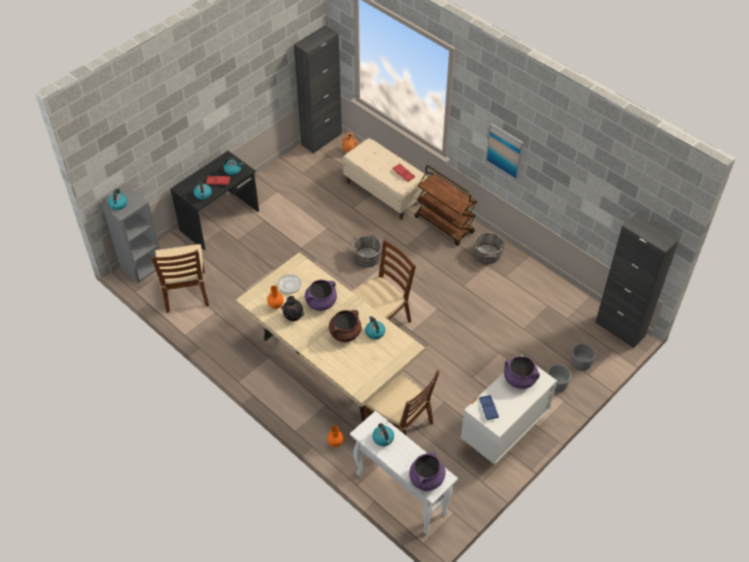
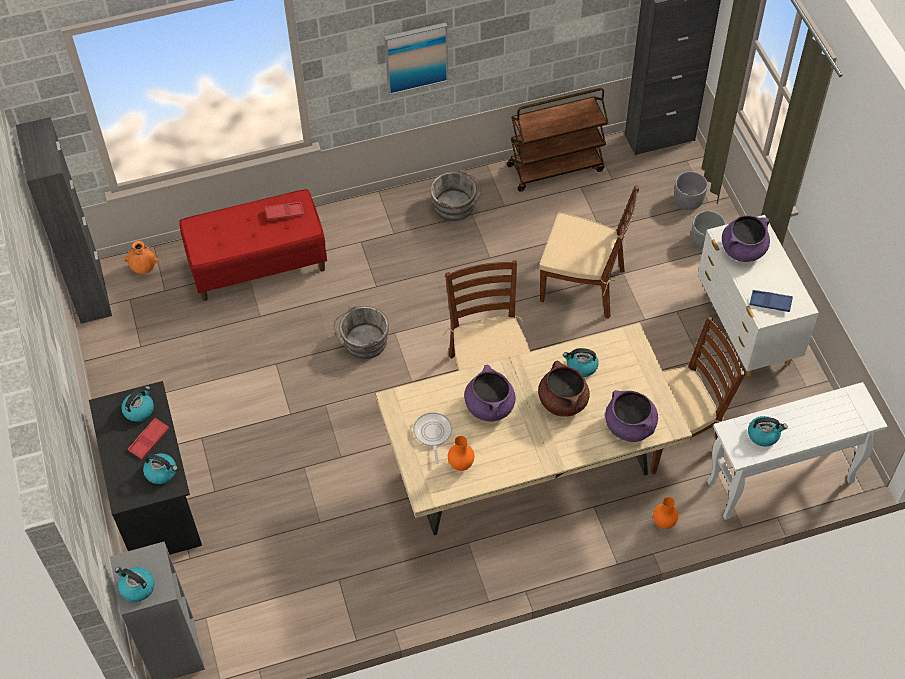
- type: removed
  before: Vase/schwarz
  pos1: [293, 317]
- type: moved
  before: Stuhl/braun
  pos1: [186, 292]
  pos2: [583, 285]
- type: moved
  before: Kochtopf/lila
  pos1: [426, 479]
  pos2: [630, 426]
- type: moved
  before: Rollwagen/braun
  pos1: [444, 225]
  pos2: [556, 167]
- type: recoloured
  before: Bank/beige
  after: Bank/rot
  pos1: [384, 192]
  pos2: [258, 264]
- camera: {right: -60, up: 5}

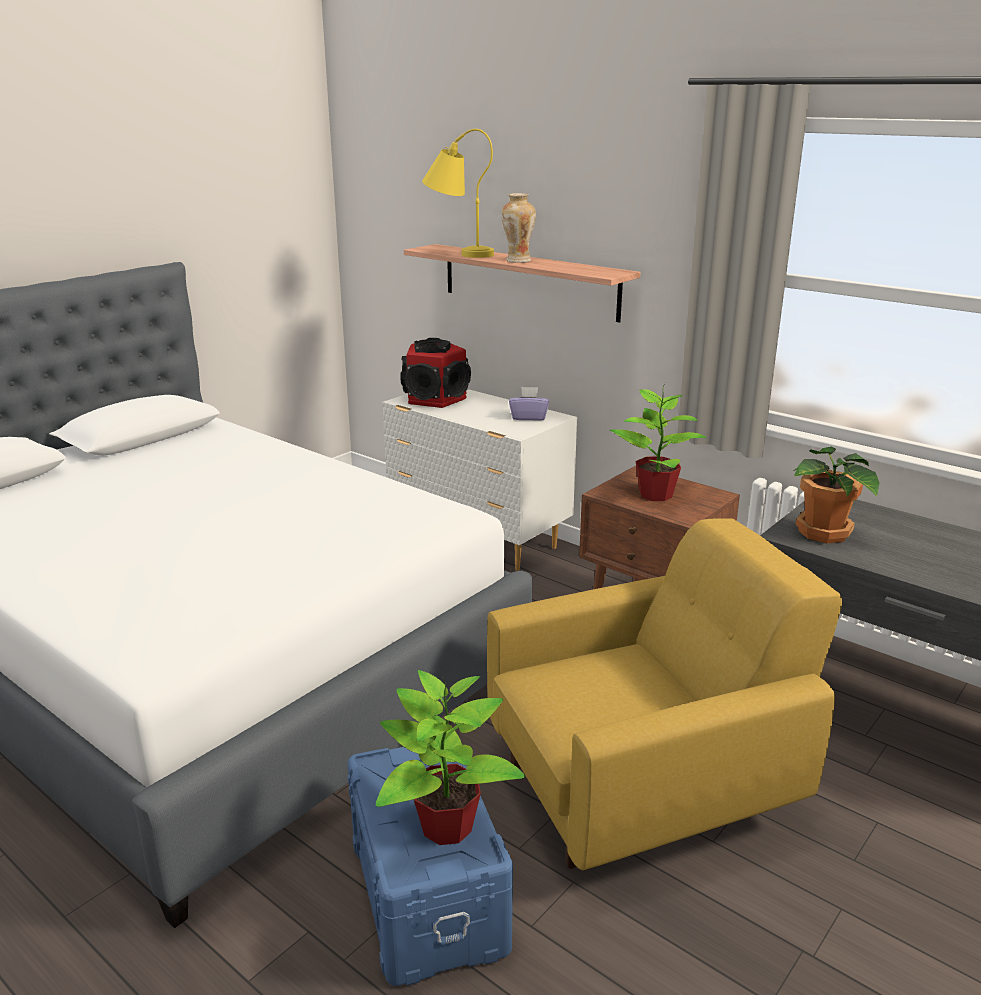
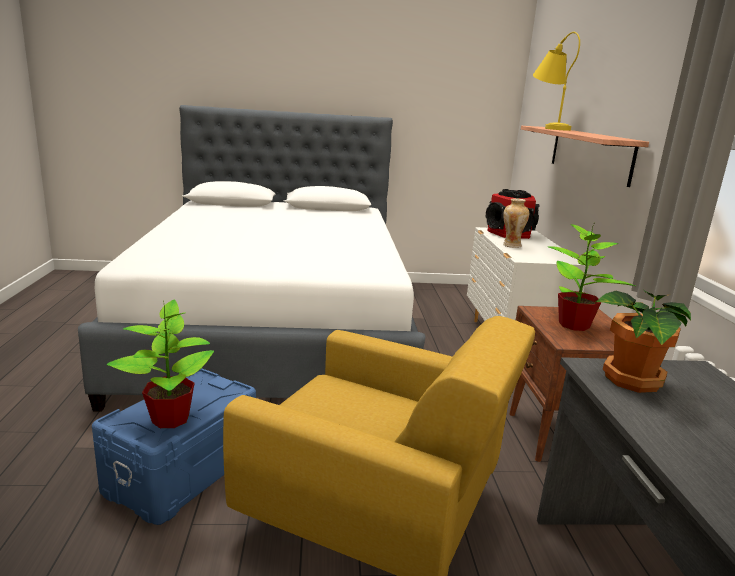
- type: removed
  before: Taschentuchbox/lila
  pos1: [528, 417]
- type: moved
  before: Vase
  pos1: [517, 261]
  pos2: [511, 245]
- camera: {right: 45, up: -5}

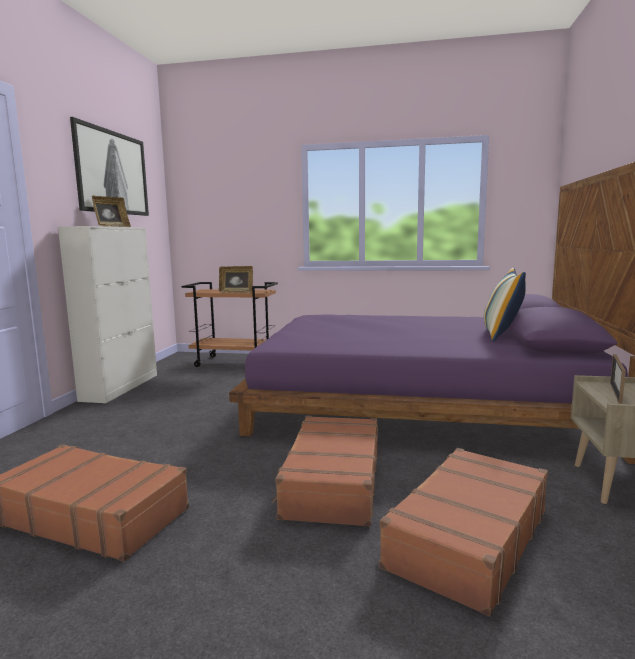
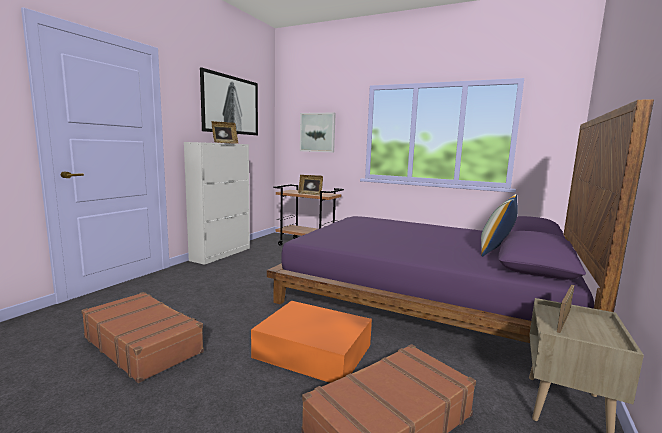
- type: added
  after: Bild
  pos2: [317, 132]
- type: replaced
  before: Koffer/braun
  after: Aufbewahrungsbox/orange
  pos1: [332, 482]
  pos2: [314, 352]
- camera: {right: 15, up: 0}

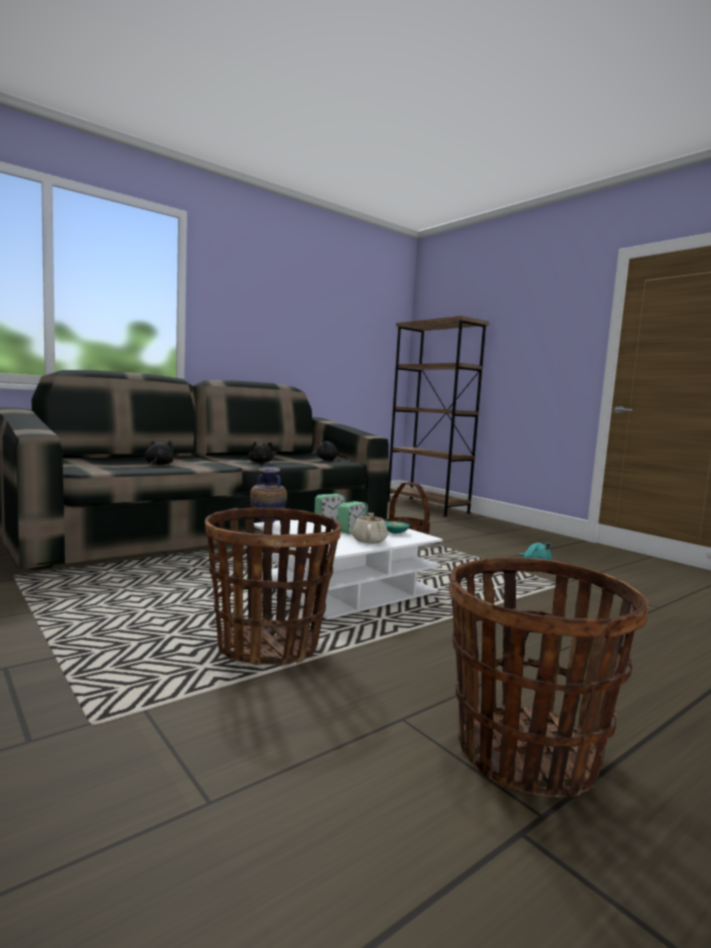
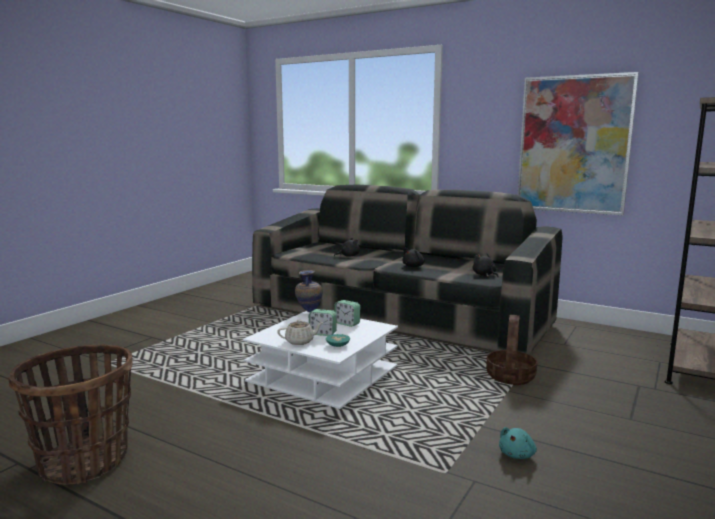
- type: removed
  before: Korb
  pos1: [269, 646]
- type: added
  after: Bild
  pos2: [573, 145]
- camera: {right: 70, up: 5}

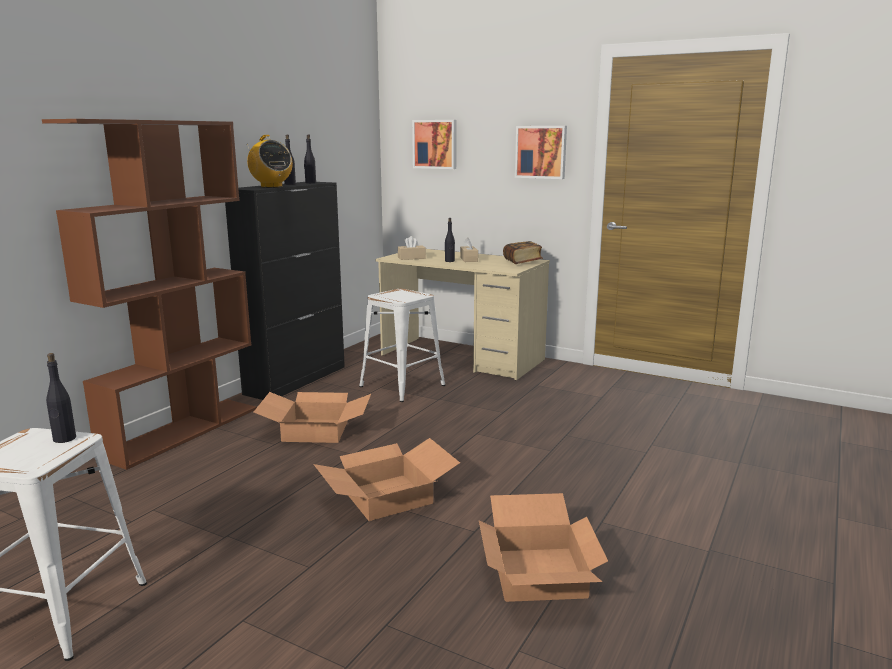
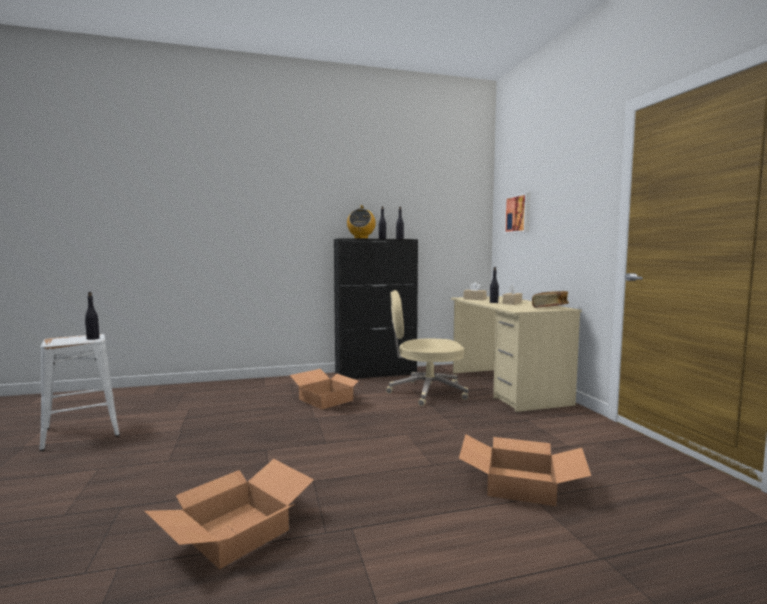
- type: removed
  before: Bücherregal/braun
  pos1: [182, 431]
- type: removed
  before: Bild
  pos1: [541, 152]
- type: moved
  before: Karton
  pos1: [387, 498]
  pos2: [519, 485]
- type: replaced
  before: Hocker/weiß
  after: Bürostuhl/beige
  pos1: [401, 386]
  pos2: [426, 392]
- camera: {right: 45, up: -10}

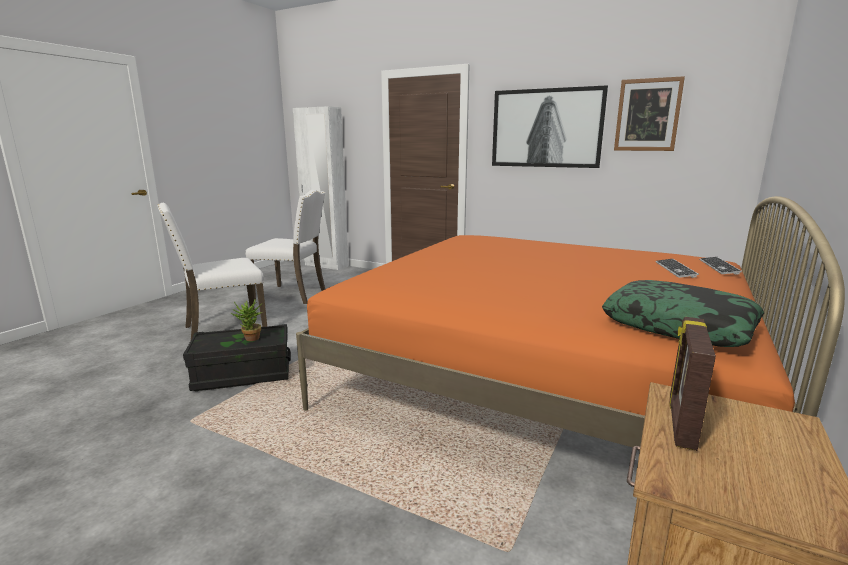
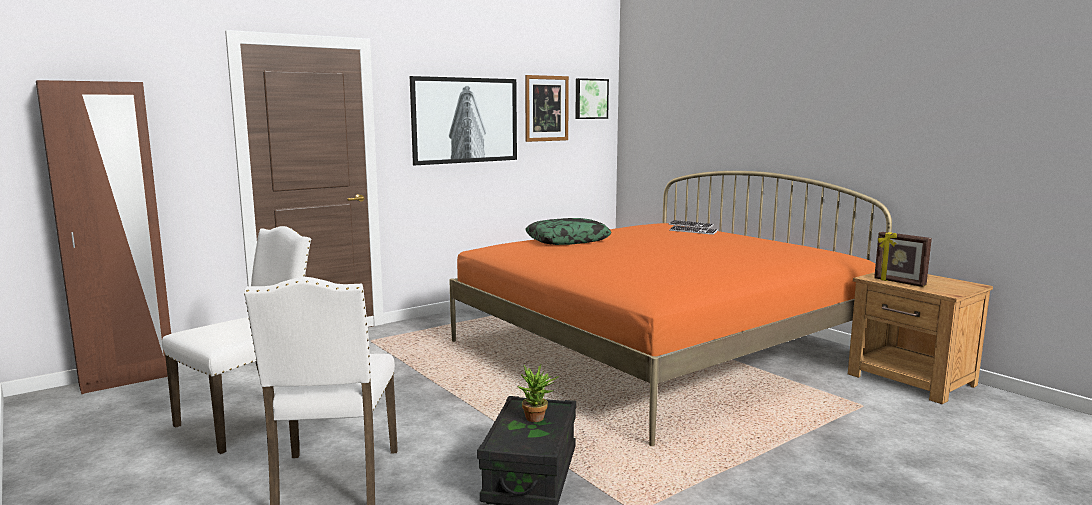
- type: added
  after: Bild
  pos2: [590, 99]
- type: moved
  before: Kissen
  pos1: [679, 325]
  pos2: [567, 240]
- type: recoloured
  before: Kleiderschrank/weiß
  after: Kleiderschrank/braun
  pos1: [326, 265]
  pos2: [128, 379]
- camera: {right: -65, up: -5}

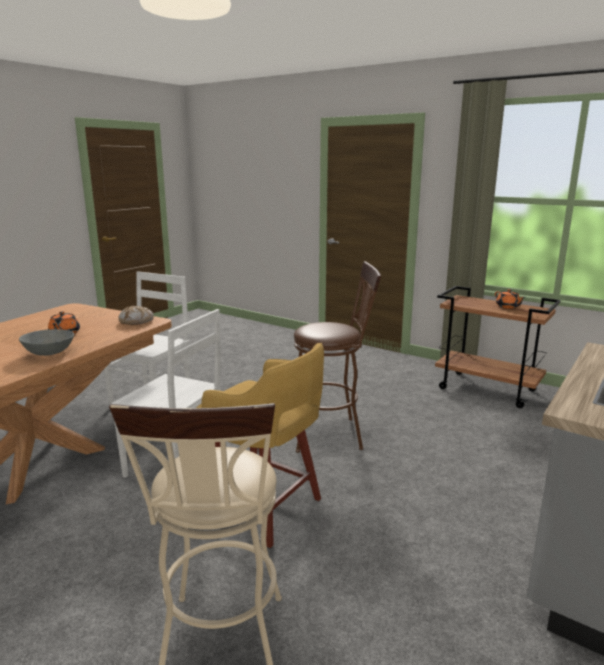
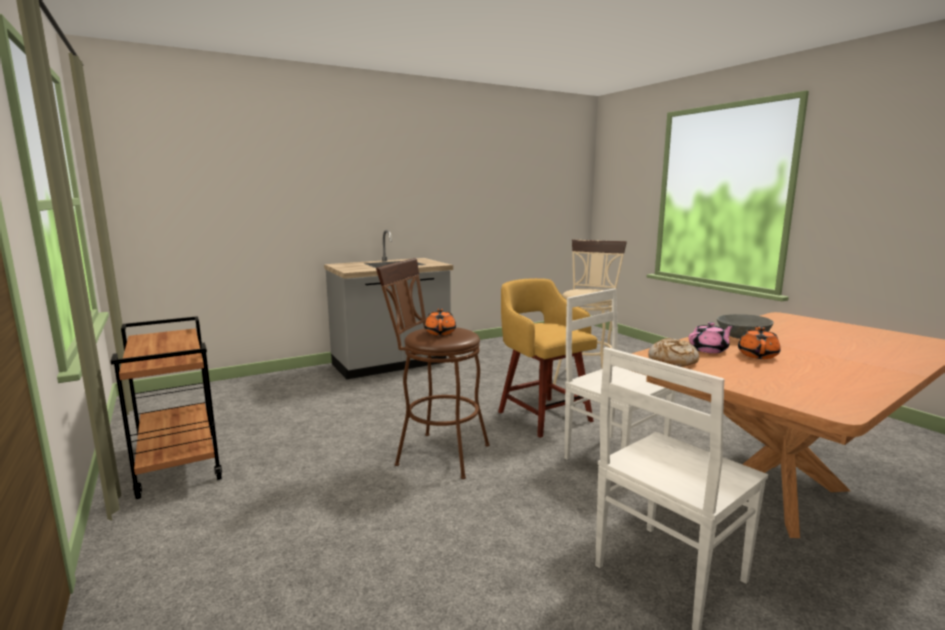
- type: added
  after: Teekanne/rosa
  pos2: [709, 350]
- type: moved
  before: Teekanne/orange
  pos1: [507, 307]
  pos2: [440, 332]
- camera: {right: -155, up: -5}

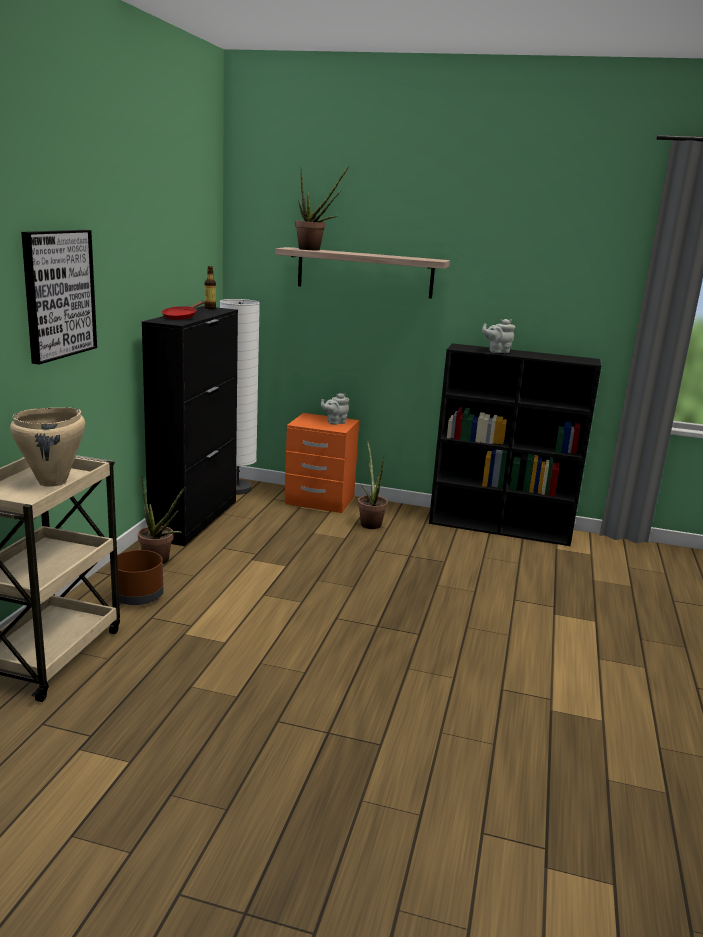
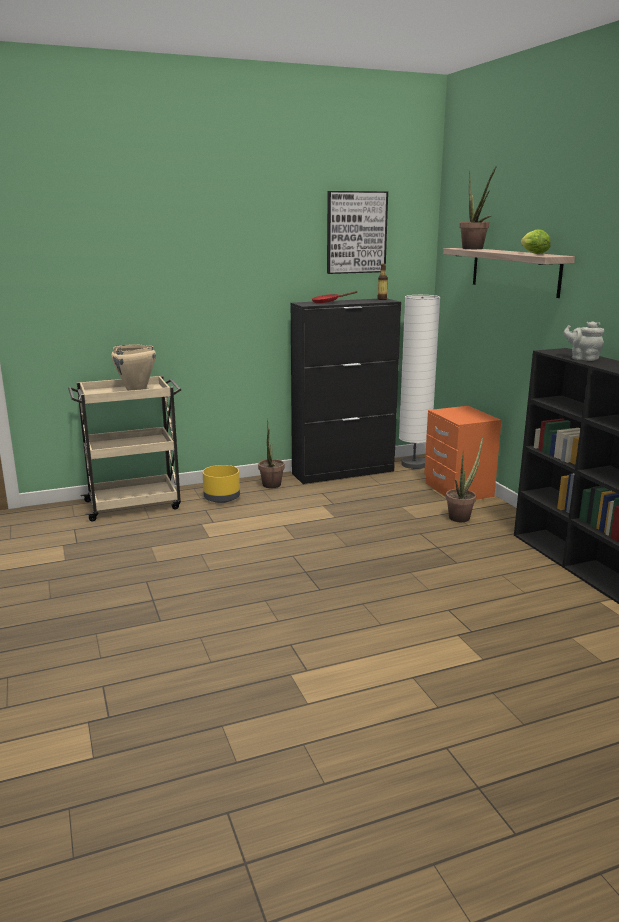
- type: removed
  before: Teekanne/grau
  pos1: [335, 422]
- type: added
  after: Salatkopf
  pos2: [532, 253]
- type: moved
  before: Bild
  pos1: [58, 294]
  pos2: [356, 232]
- type: recoloured
  before: Pflanzkübel/braun
  after: Pflanzkübel/gelb
  pos1: [138, 596]
  pos2: [222, 498]
- camera: {right: 55, up: 0}

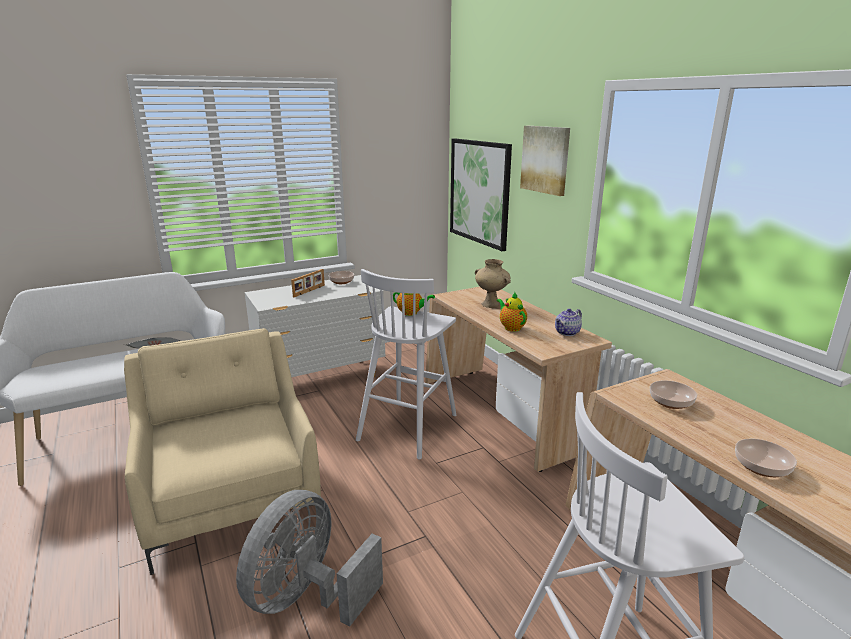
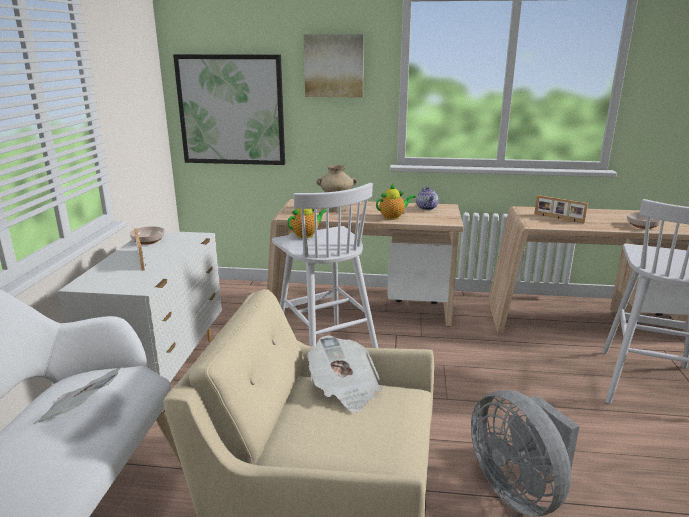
- type: added
  after: Zeitung
  pos2: [344, 390]
- type: replaced
  before: Schüssel
  after: Bilderrahmen
  pos1: [671, 403]
  pos2: [558, 218]
- type: turned
  before: Teekanne
  pos1: [511, 327]
  pos2: [393, 217]
  turn: 150
- camera: {right: -55, up: 0}

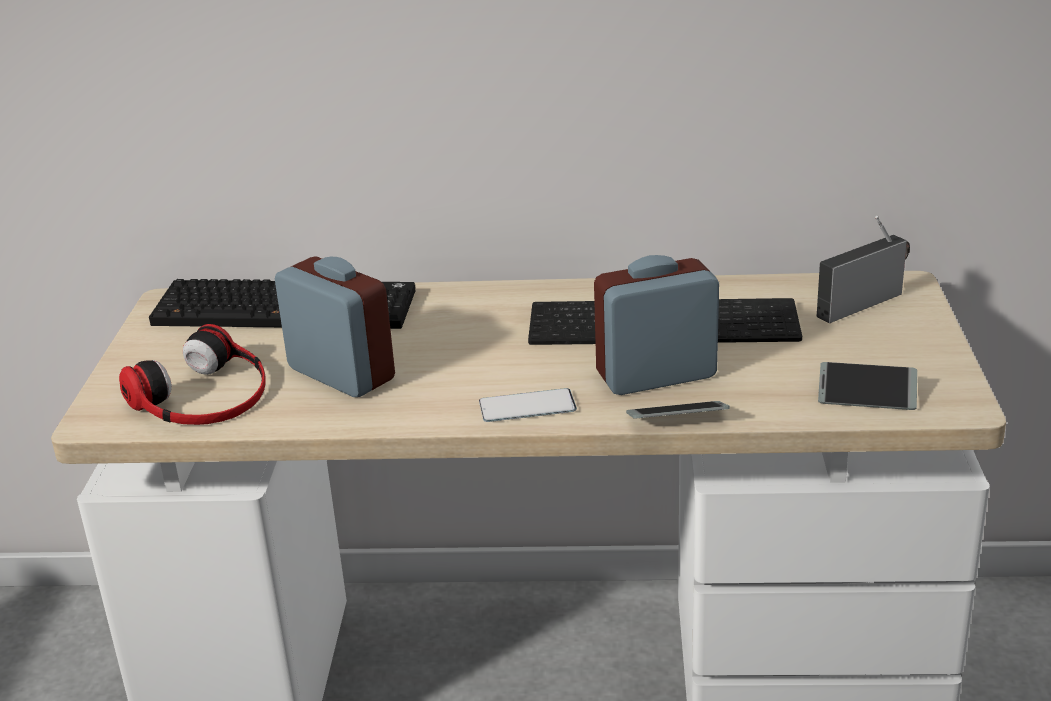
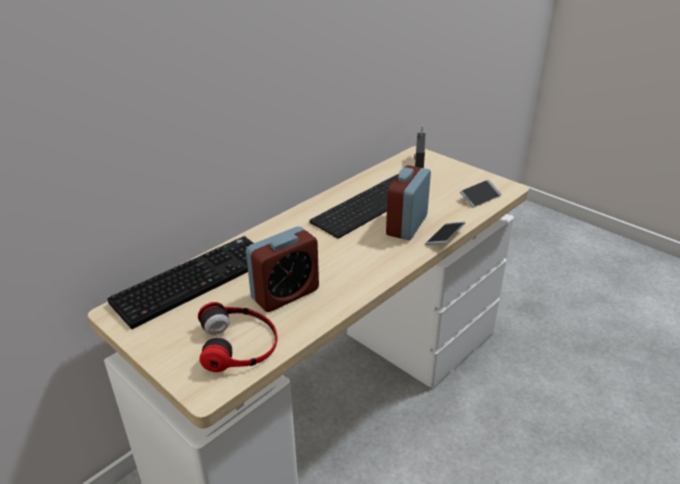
- type: removed
  before: Handy
  pos1: [527, 406]
- type: turned
  before: Wecker
  pos1: [341, 374]
  pos2: [285, 294]
  turn: 150
- camera: {right: -50, up: 5}

